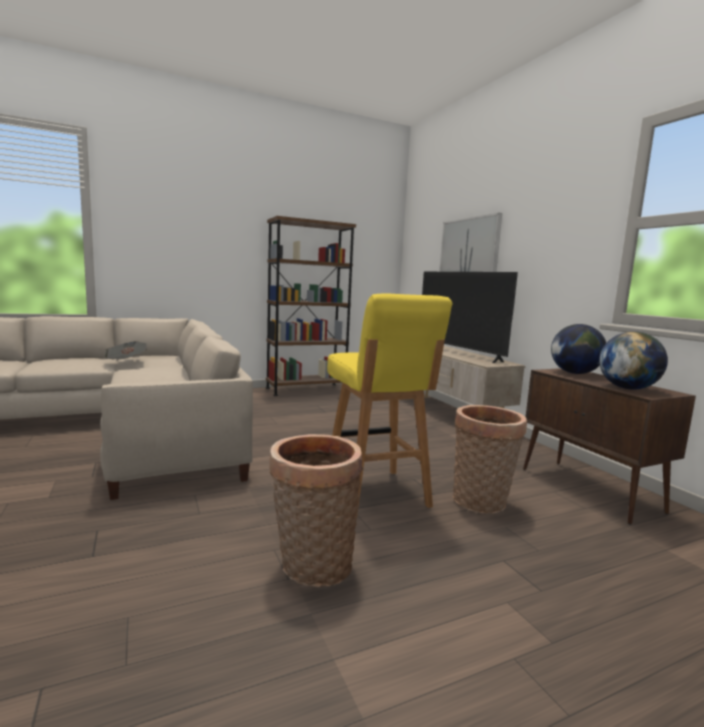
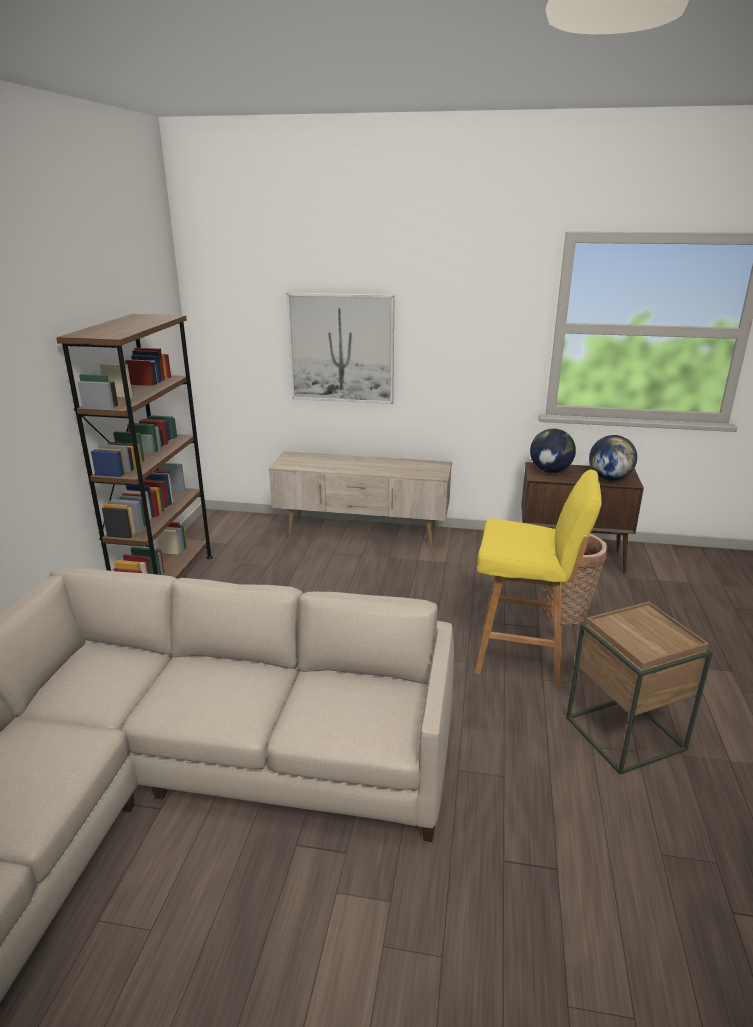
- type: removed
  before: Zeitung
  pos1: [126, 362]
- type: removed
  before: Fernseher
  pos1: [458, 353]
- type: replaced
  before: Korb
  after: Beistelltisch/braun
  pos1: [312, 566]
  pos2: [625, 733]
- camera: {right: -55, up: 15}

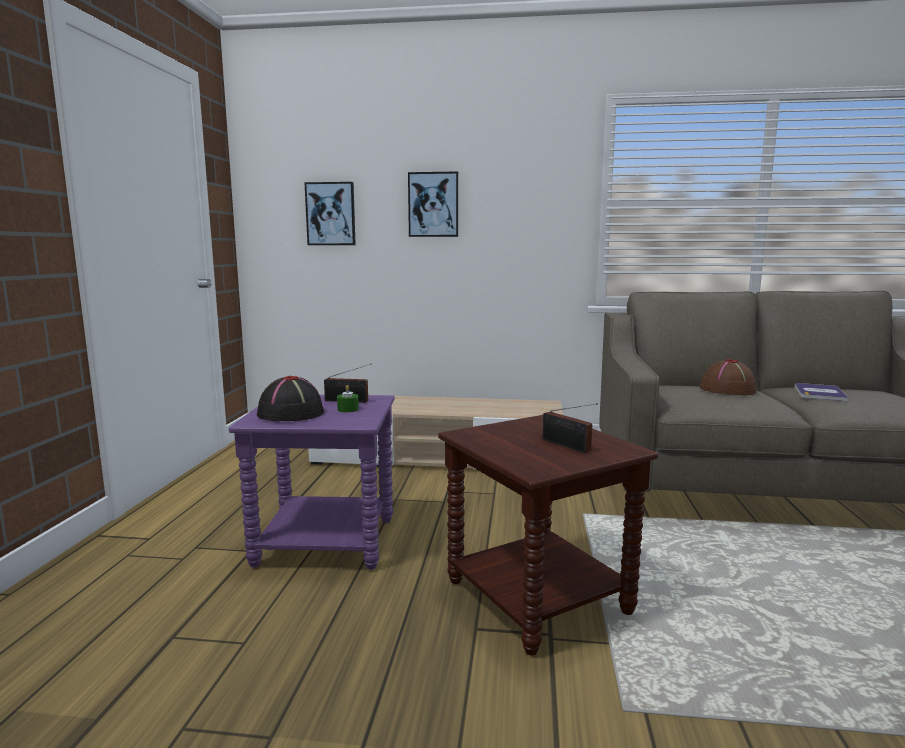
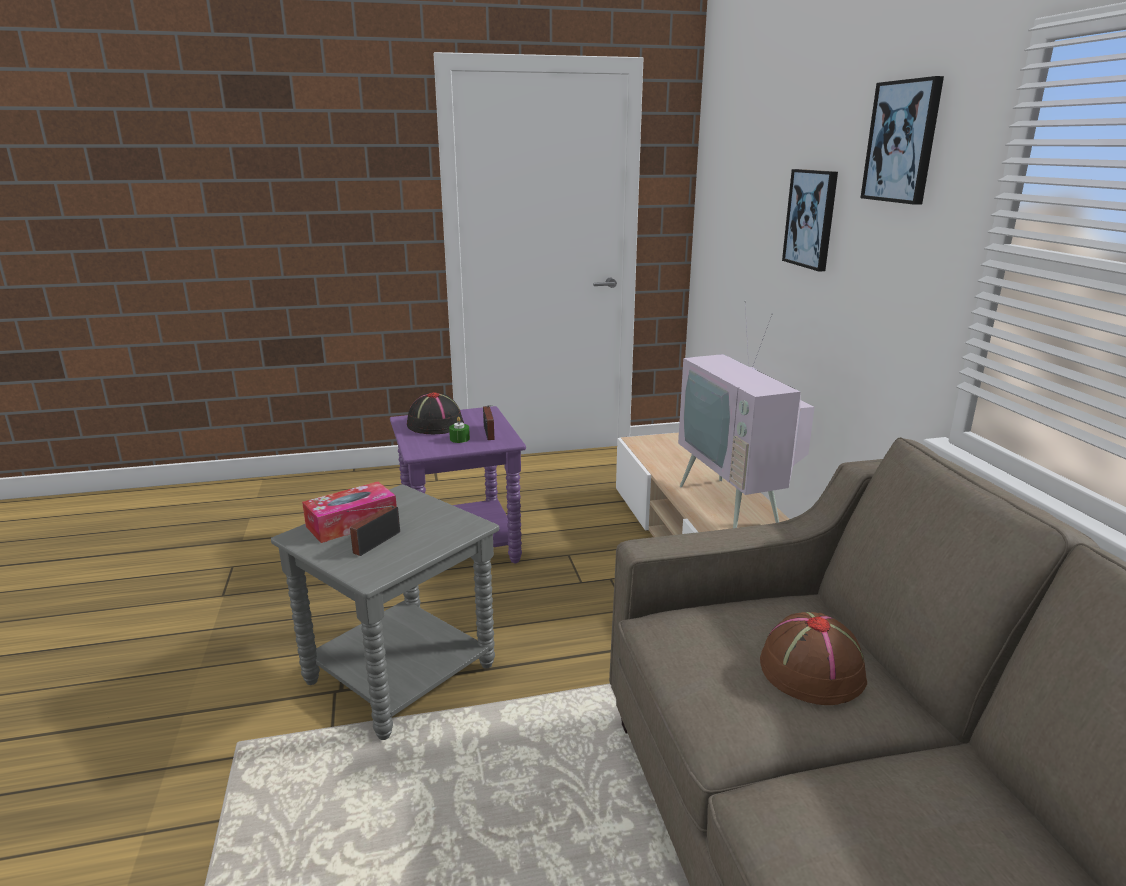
- type: removed
  before: Buch
  pos1: [819, 393]
- type: added
  after: Taschentuchbox
  pos2: [352, 523]
- type: added
  after: Fernseher
  pos2: [736, 503]
- type: moved
  before: Bild
  pos1: [331, 214]
  pos2: [902, 142]
- type: recoloured
  before: Beistelltisch/braun
  after: Beistelltisch/grau
  pos1: [535, 597]
  pos2: [400, 673]
- camera: {right: 70, up: 10}

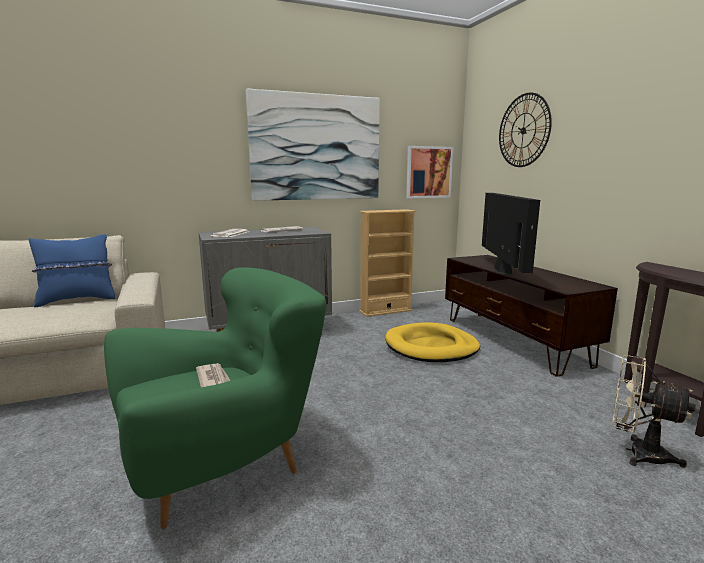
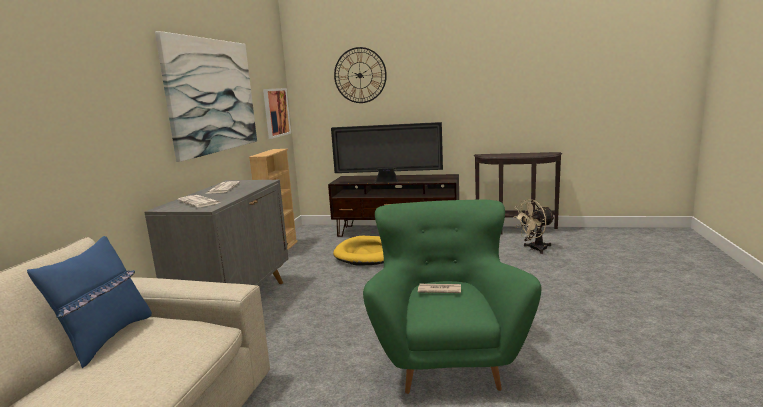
- type: turned
  before: Fernseher
  pos1: [502, 271]
  pos2: [388, 181]
  turn: 150
- camera: {right: -55, up: 0}

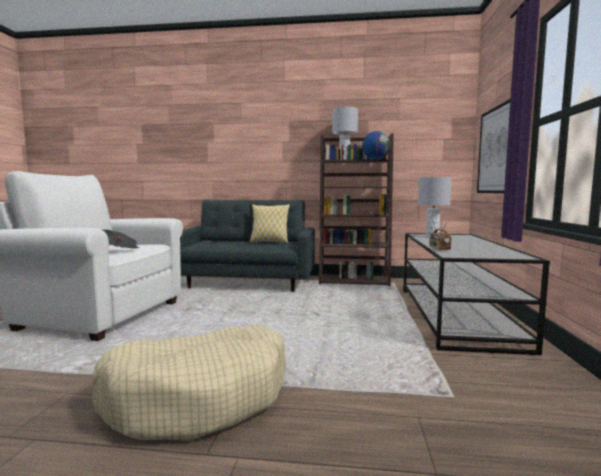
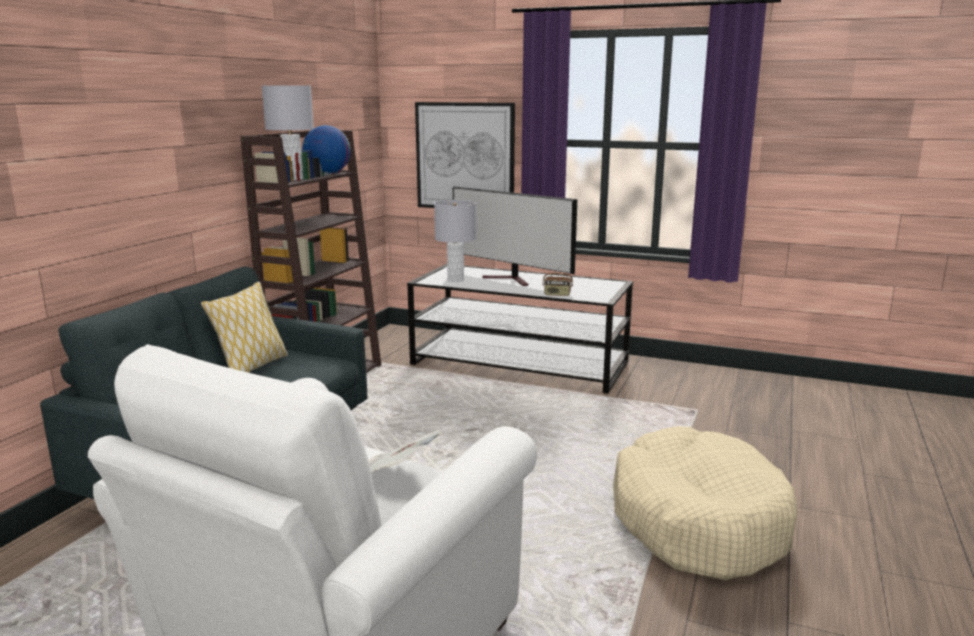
- type: added
  after: Fernseher
  pos2: [511, 280]
- camera: {right: -75, up: 10}

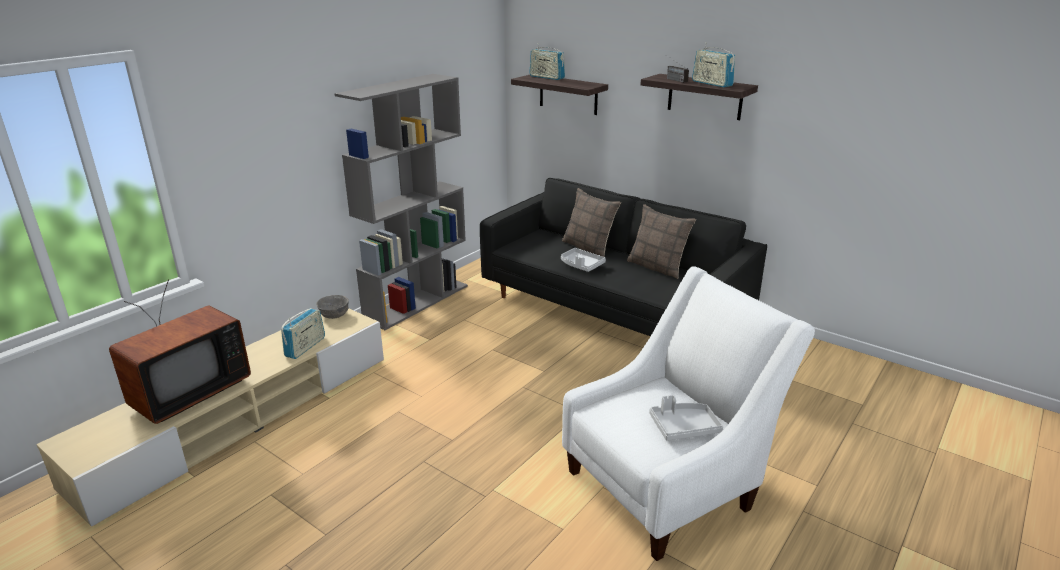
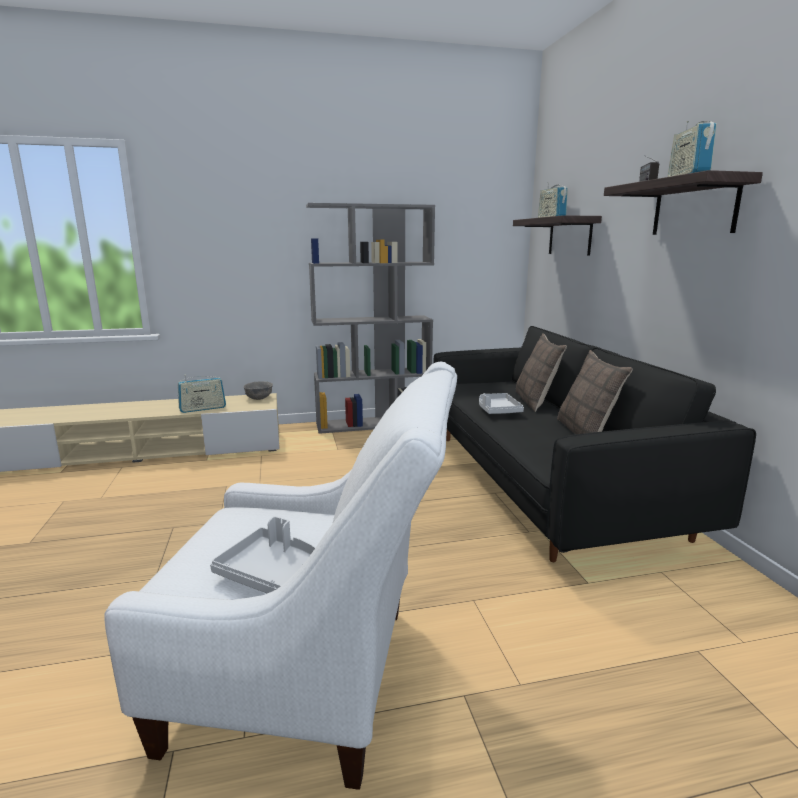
- type: removed
  before: Fernseher
  pos1: [186, 393]
- camera: {right: 40, up: -10}

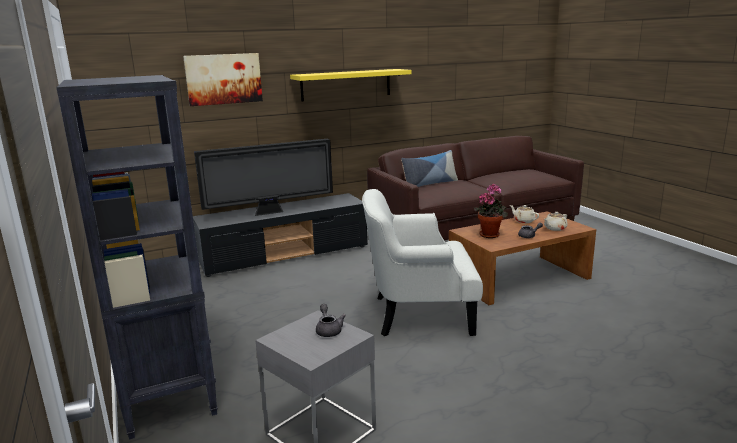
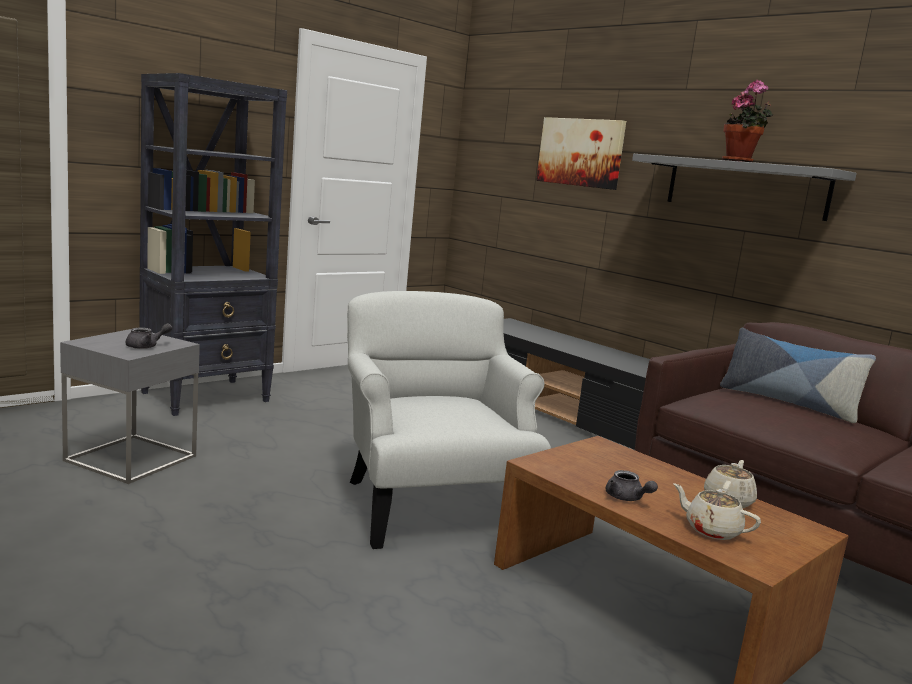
- type: removed
  before: Fernseher
  pos1: [270, 212]
- type: moved
  before: Topfpflanze
  pos1: [490, 234]
  pos2: [740, 162]
- type: recoloured
  before: Wandregal/gelb
  after: Wandregal/grau
  pos1: [346, 84]
  pos2: [745, 187]
- camera: {right: 70, up: -5}

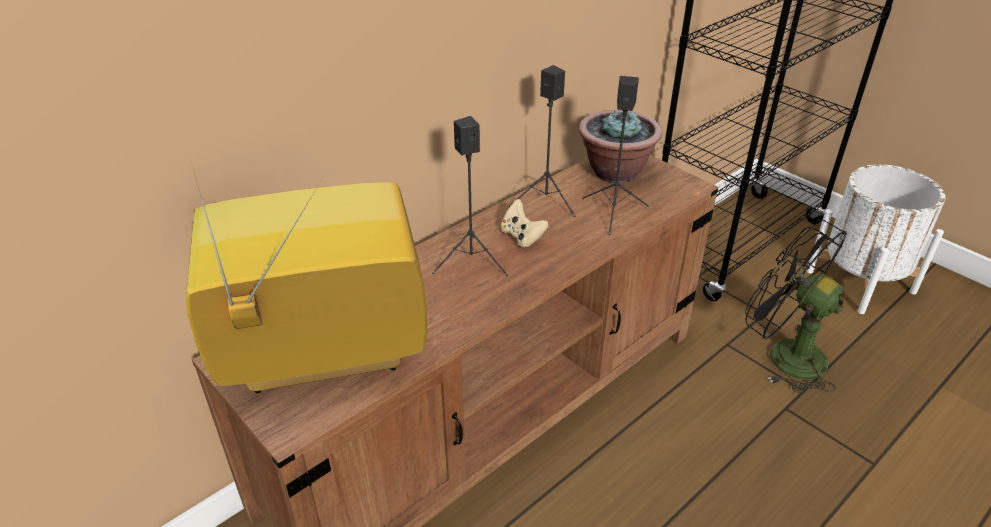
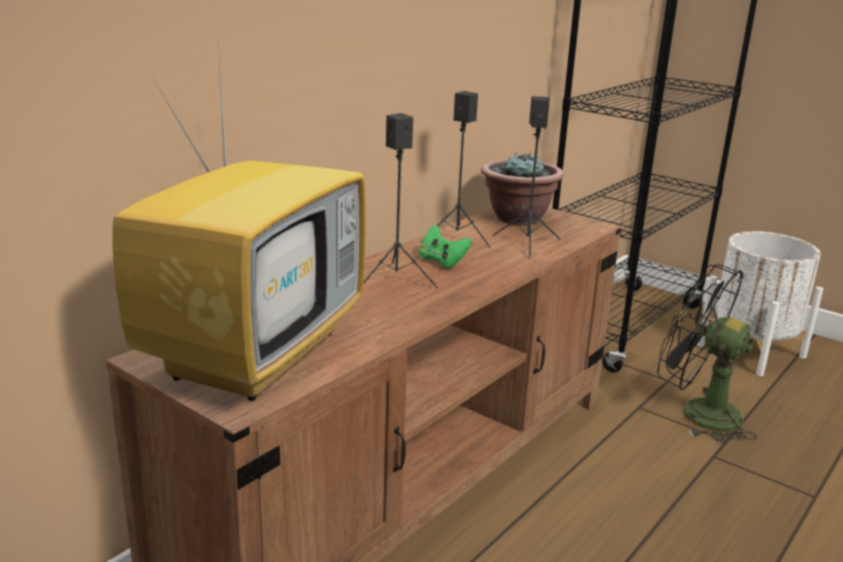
- type: recoloured
  before: Gamepad/beige
  after: Gamepad/grün
  pos1: [522, 236]
  pos2: [442, 261]
- type: turned
  before: Fernseher
  pos1: [319, 357]
  pos2: [255, 351]
  turn: 135
- camera: {right: -10, up: -15}

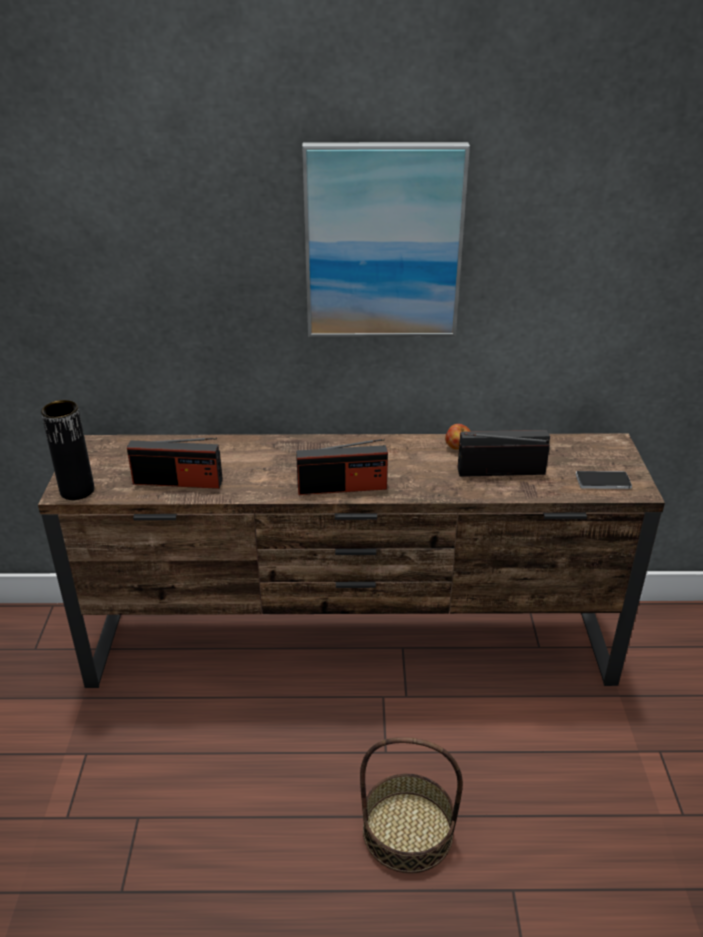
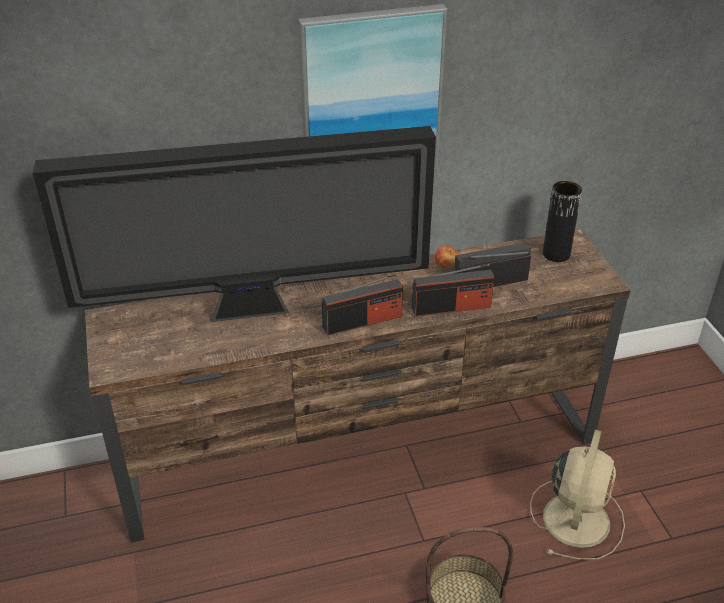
- type: removed
  before: Handy
  pos1: [603, 481]
- type: added
  after: Fernseher
  pos2: [255, 310]
- type: added
  after: Ventilator/beige
  pos2: [576, 517]
- type: moved
  before: Vase/schwarz
  pos1: [77, 490]
  pos2: [556, 254]
- type: moved
  before: Radio
  pos1: [178, 482]
  pos2: [451, 307]
- camera: {right: -15, up: 5}

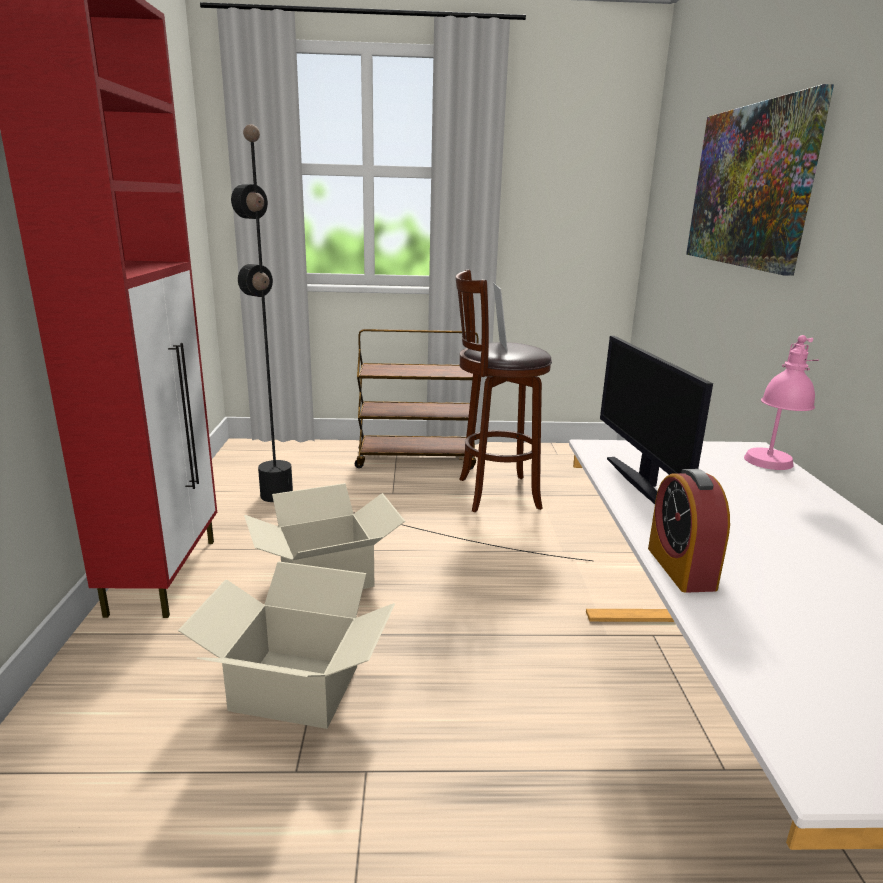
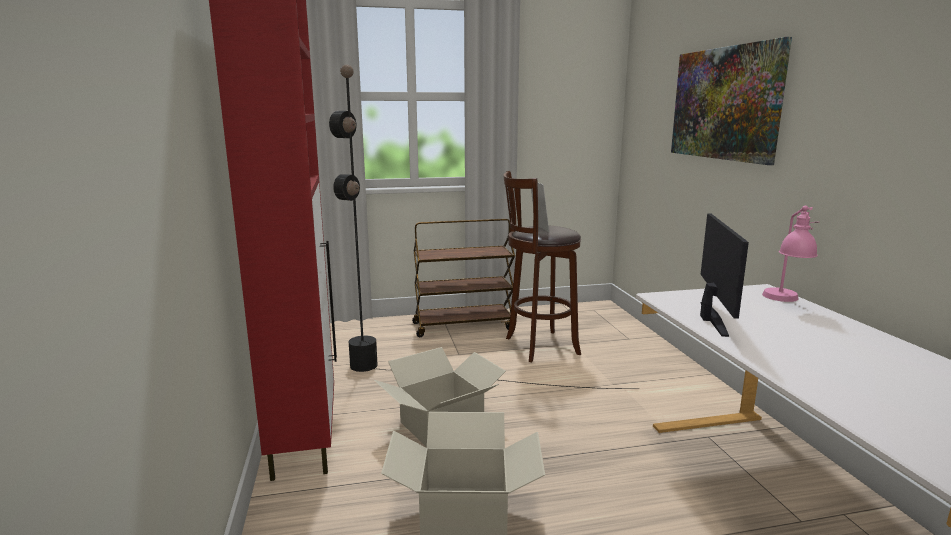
- type: removed
  before: Wecker
  pos1: [681, 568]
- type: turned
  before: Monitor
  pos1: [640, 482]
  pos2: [710, 318]
  turn: -150
- camera: {right: -10, up: -5}

